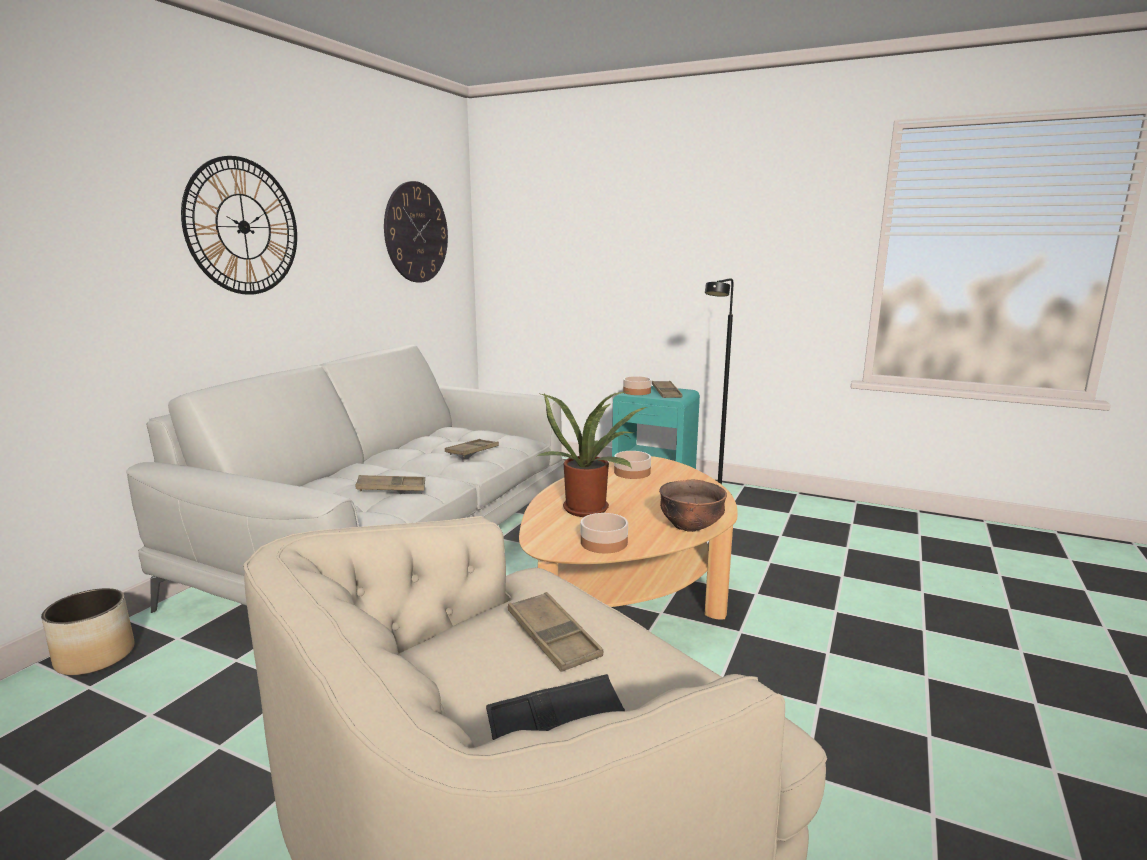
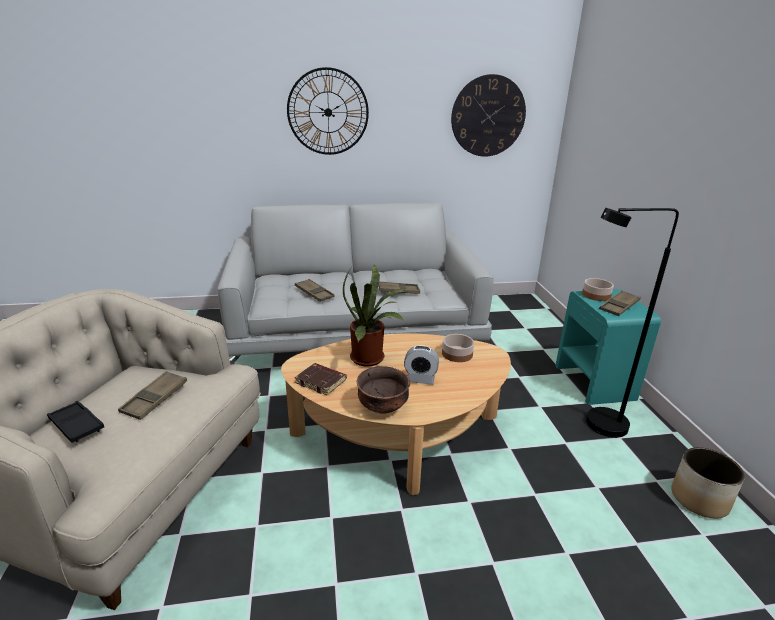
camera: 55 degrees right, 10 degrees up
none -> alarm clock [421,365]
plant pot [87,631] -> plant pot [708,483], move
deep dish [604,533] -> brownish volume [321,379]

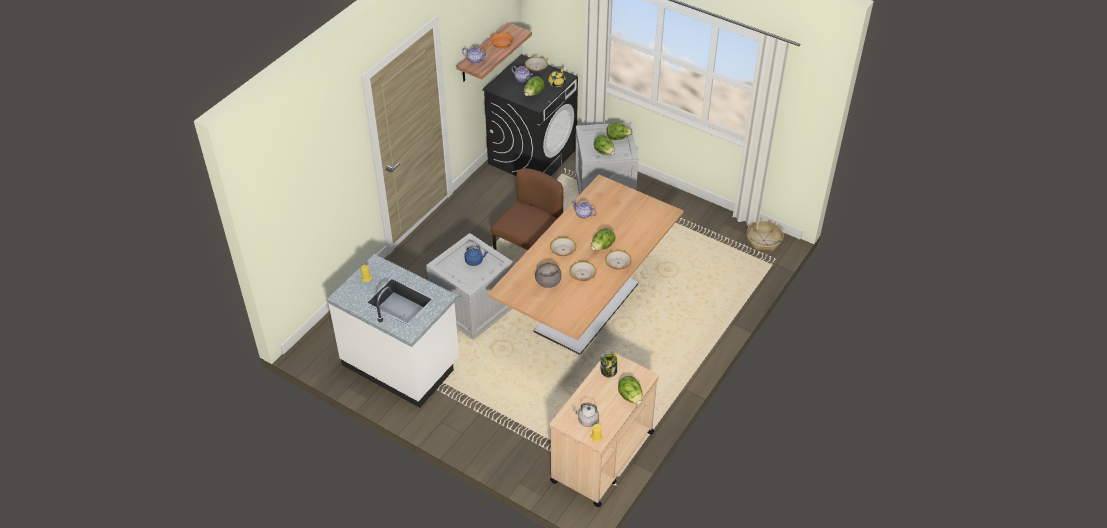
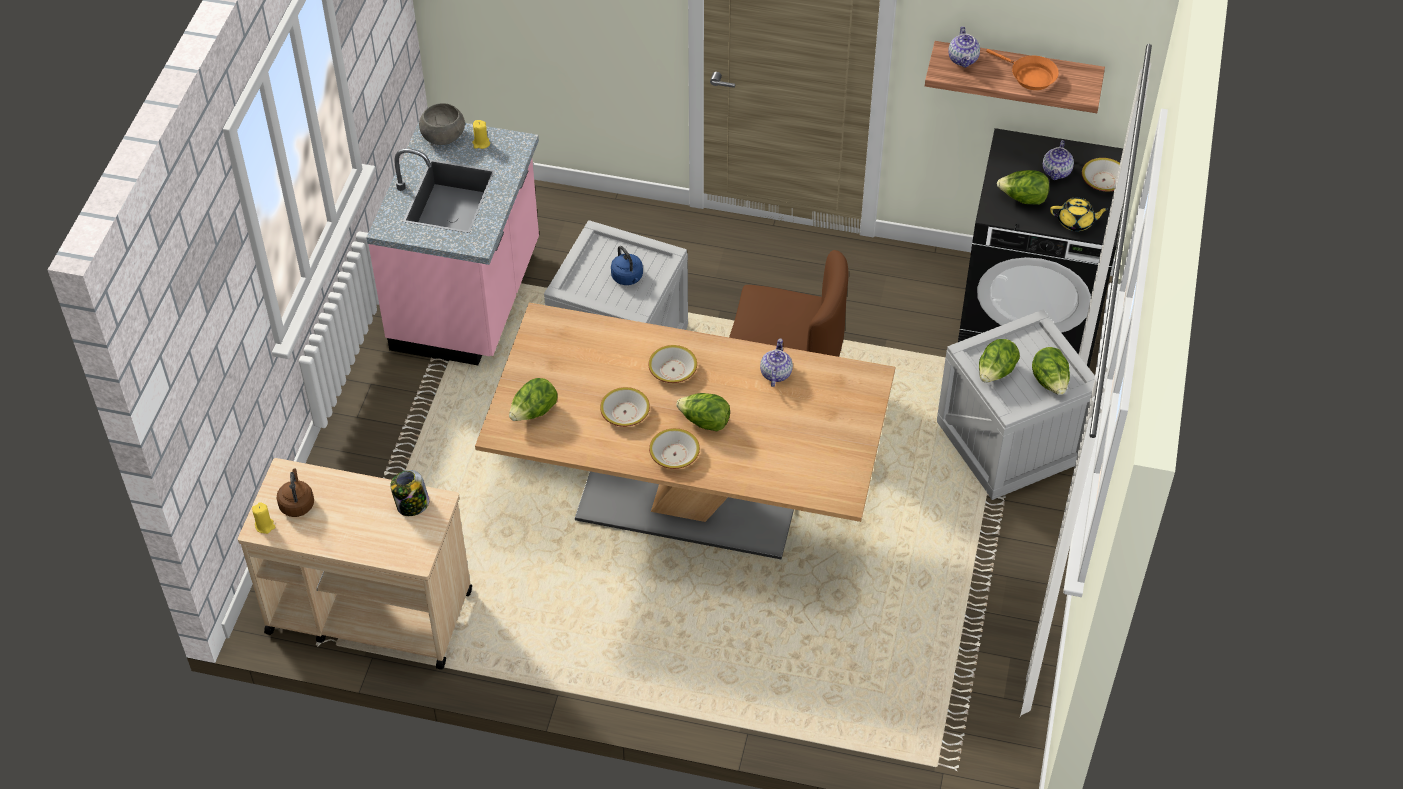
camera: 70 degrees right, 5 degrees up
basket [765,236] -> none
gray deep dish [548,275] -> gray deep dish [442,124], move
lettuce head [630,390] -> lettuce head [533,399], move
white kitchen base unit [393,331] -> pinkish kitchen base unit [452,243]
gray tea kettle [586,415] -> brownish tea kettle [295,492]

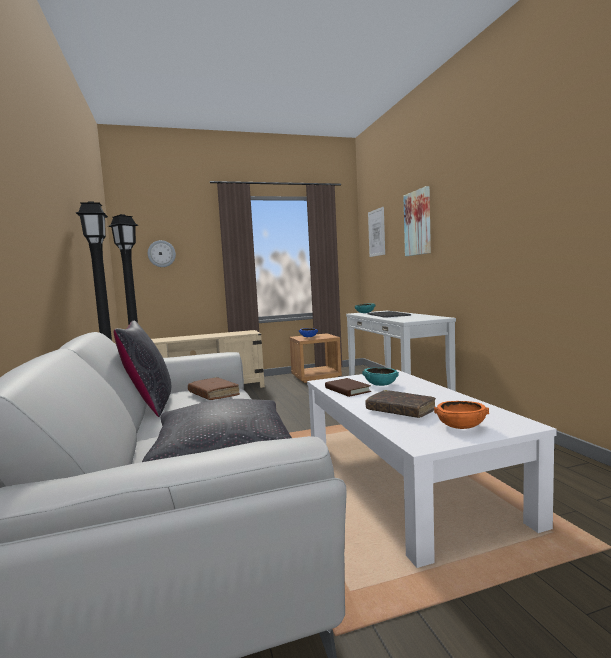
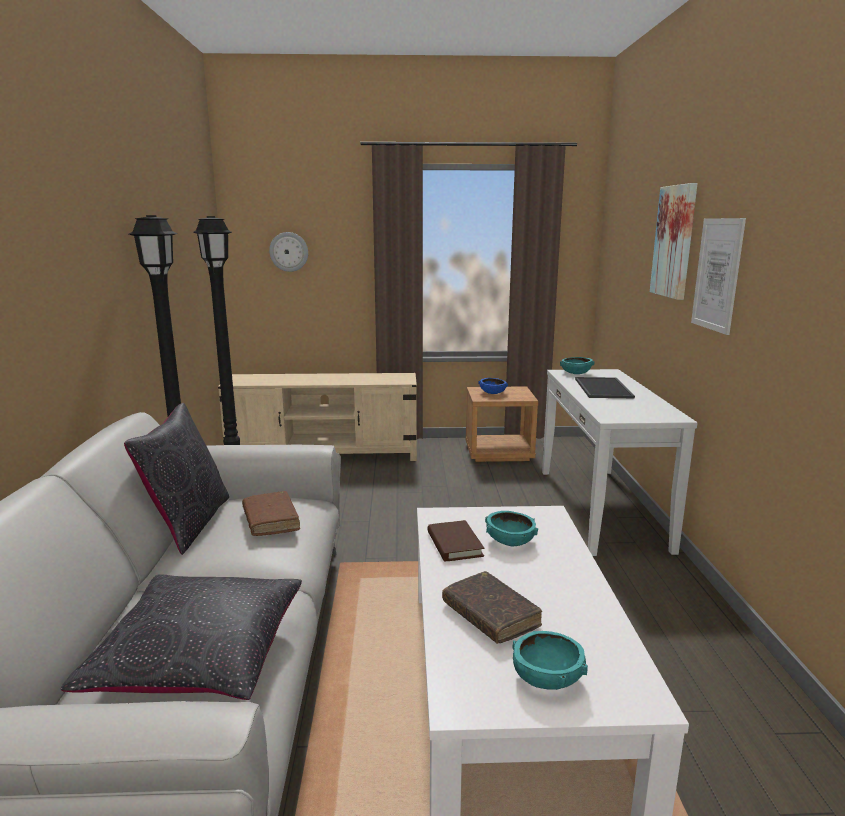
camera: 15 degrees right, 10 degrees up
wall picture [376,232] -> wall picture [718,276], move
orange-coloured deep dish [461,415] -> turquoise-coloured deep dish [550,660]

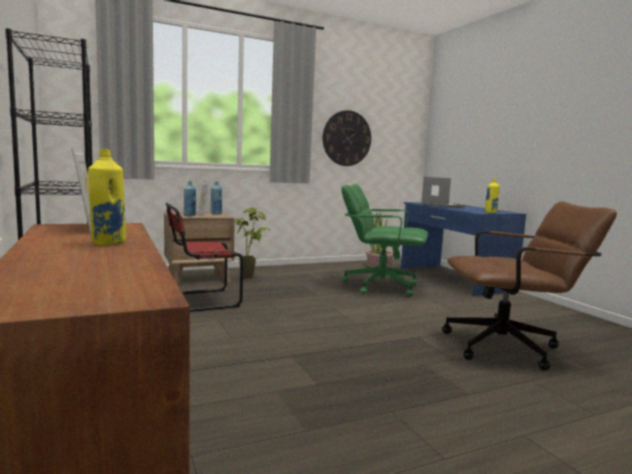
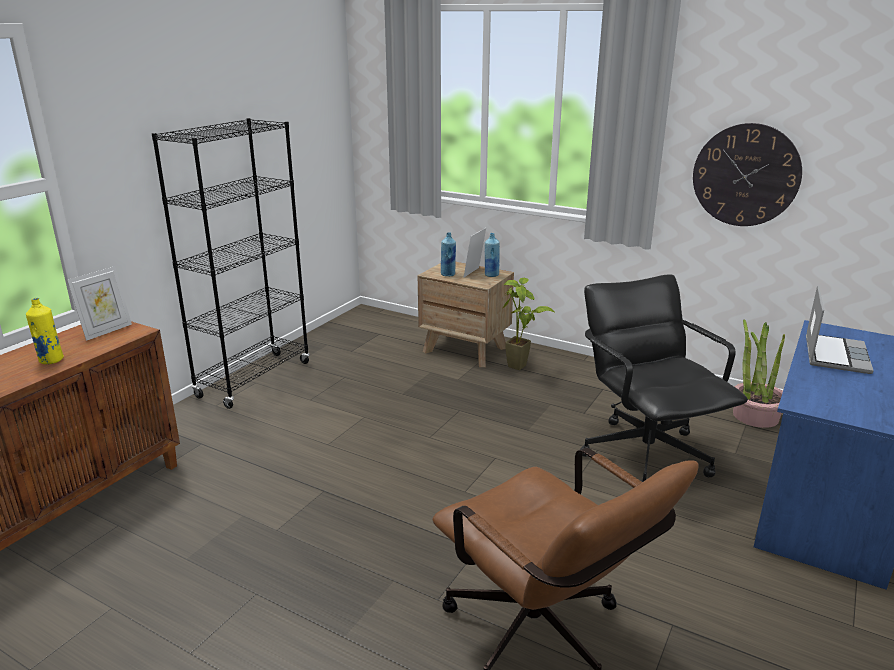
camera: 55 degrees right, 15 degrees up
reddish plain chair [204,257] -> none
yellow bottle [492,196] -> none
green office chair [384,240] -> blackish office chair [664,378]

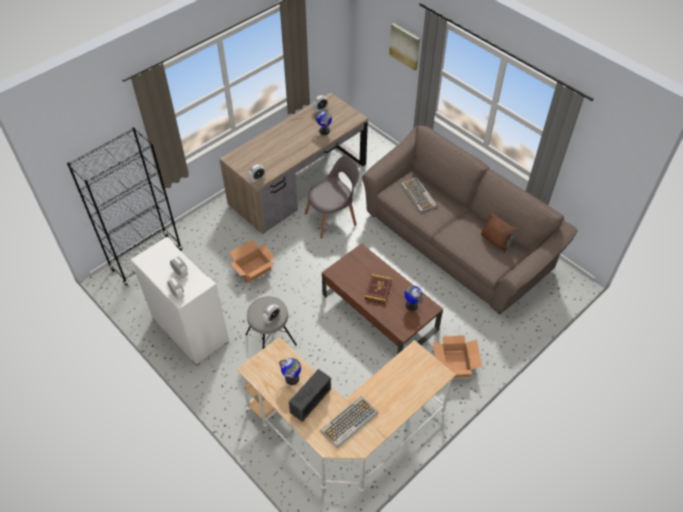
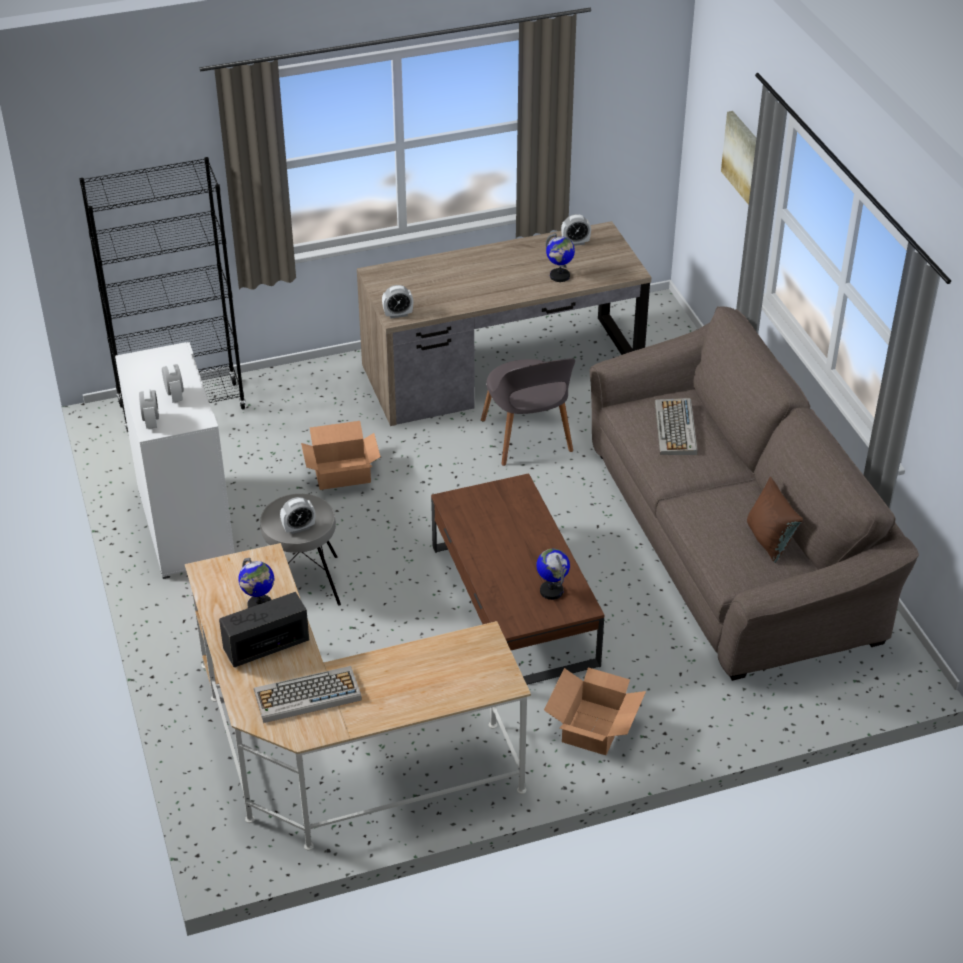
camera: 25 degrees right, 10 degrees down
volume [378,289] -> none
gray plain chair [332,197] -> gray plain chair [528,412], 75 degrees clockwise

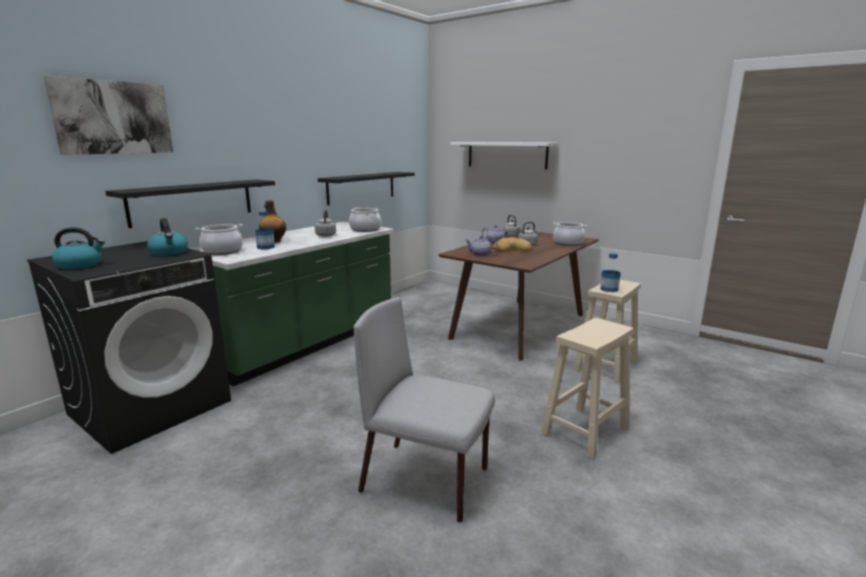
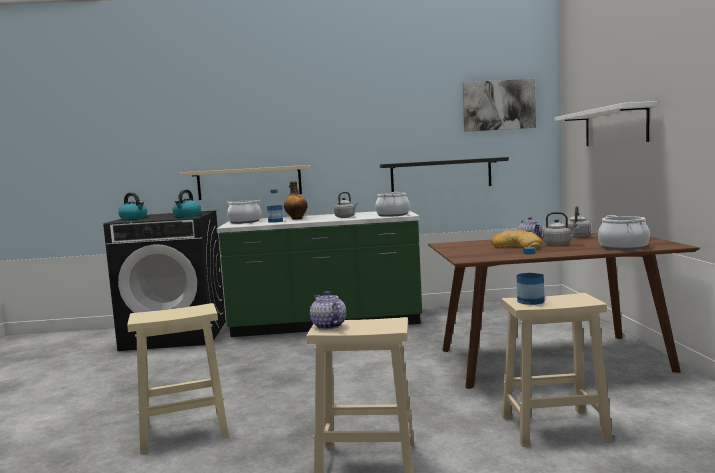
camera: 50 degrees right, 10 degrees down
wall picture [108,115] -> wall picture [499,105], move
pot for tea [481,246] -> pot for tea [328,310], move
gray plain chair [424,410] -> beige sitting stool [178,378]
blackish wall shelf [190,204] -> beige wall shelf [245,182]

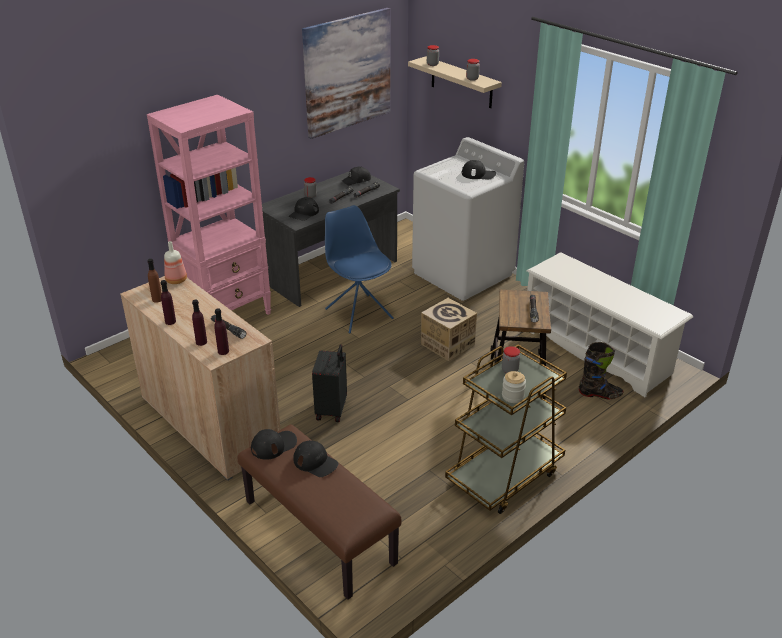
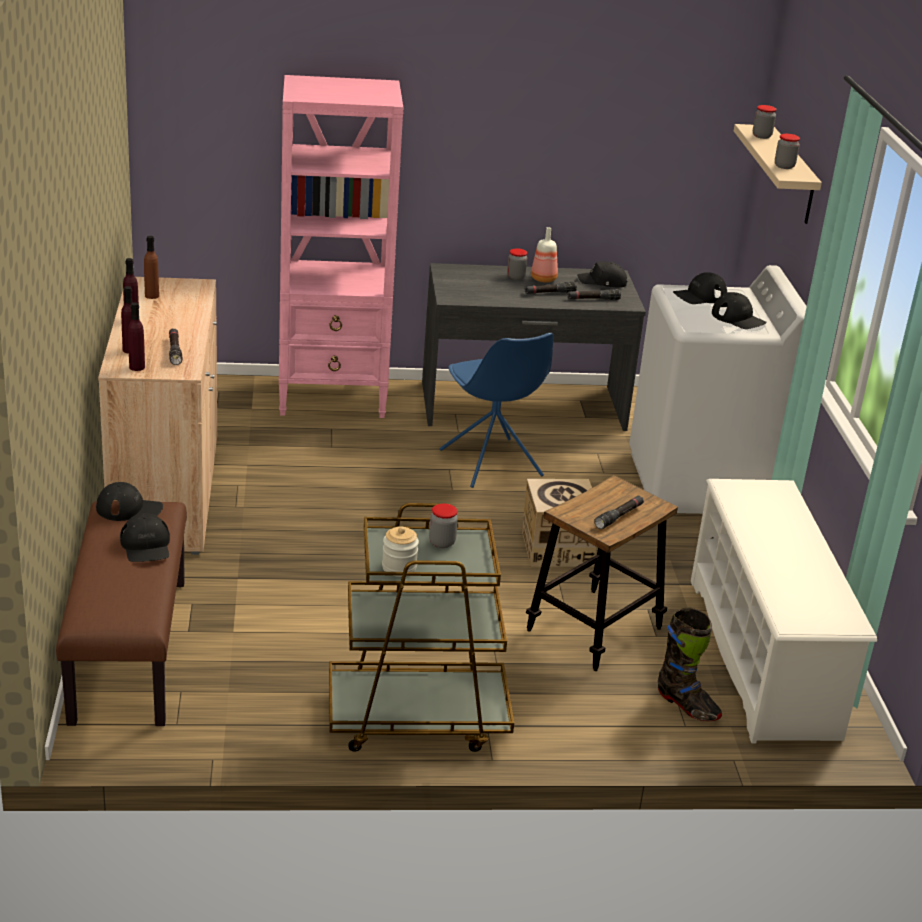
camera: 35 degrees right, 5 degrees down
wall picture [346,73] -> none
blackish piece of luggage [329,383] -> none
bottle [175,262] -> bottle [544,254], move
blackish peaked cap [304,209] -> blackish peaked cap [700,288], move
bluish plain chair [359,269] -> bluish plain chair [496,410], 150 degrees clockwise

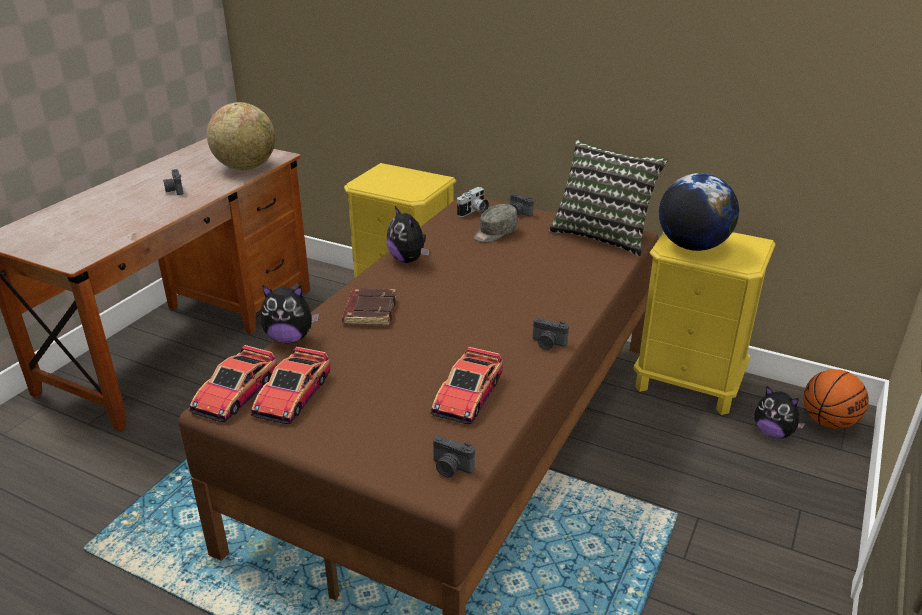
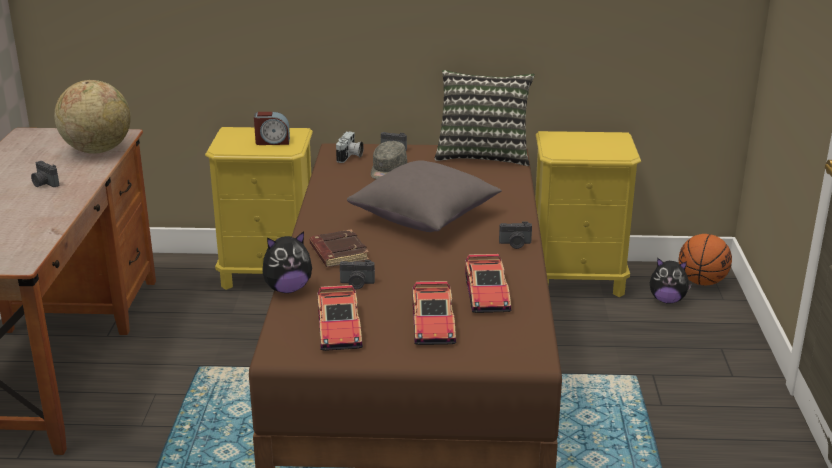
camera: 25 degrees left, 5 degrees down
cuddly toy [408,234] -> none
desk globe [699,212] -> none
none -> alarm clock [272,128]
none -> gray pillow [424,196]
model car [233,383] -> model car [434,313], move
still camera [454,456] -> still camera [357,274], move

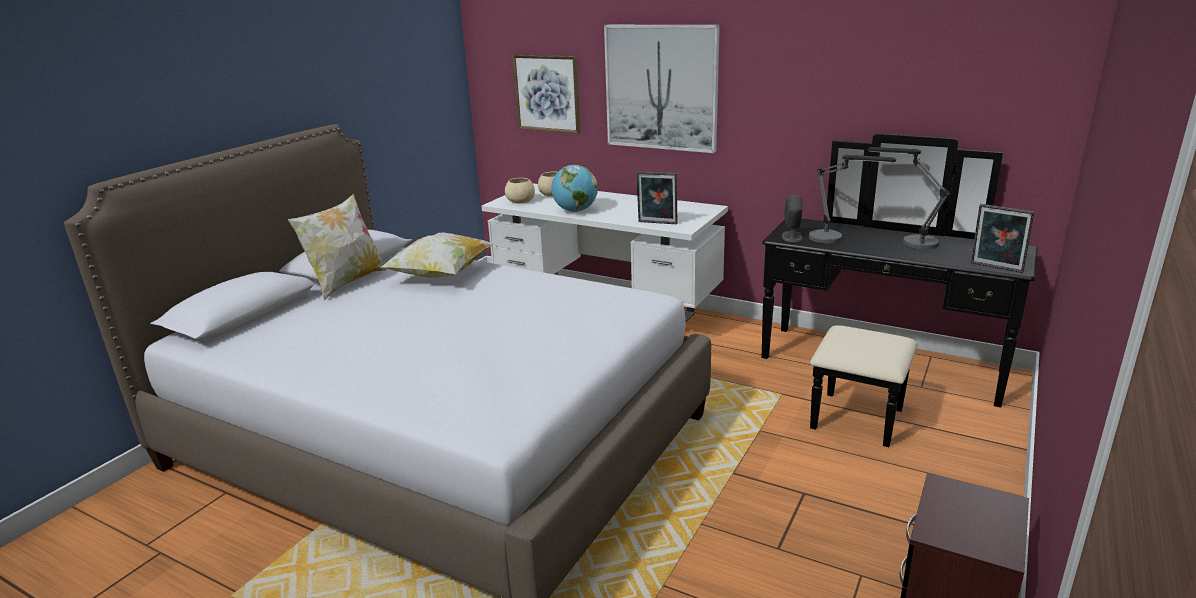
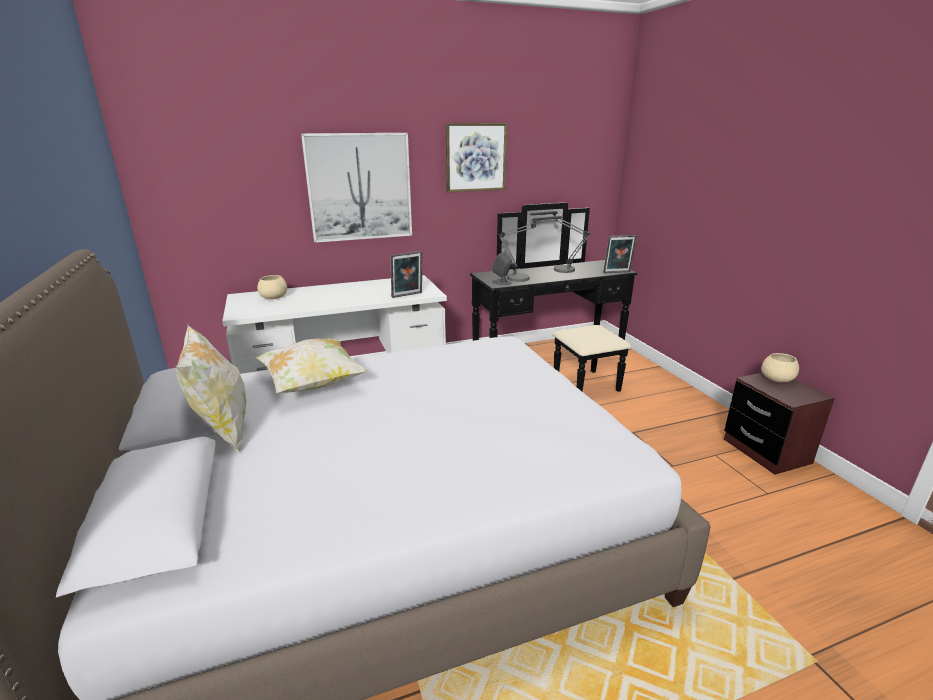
camera: 50 degrees left, 0 degrees up
desk globe [574,188] -> none
beige deep dish [520,190] -> beige deep dish [780,367], move
wall picture [546,94] -> wall picture [476,157], move

